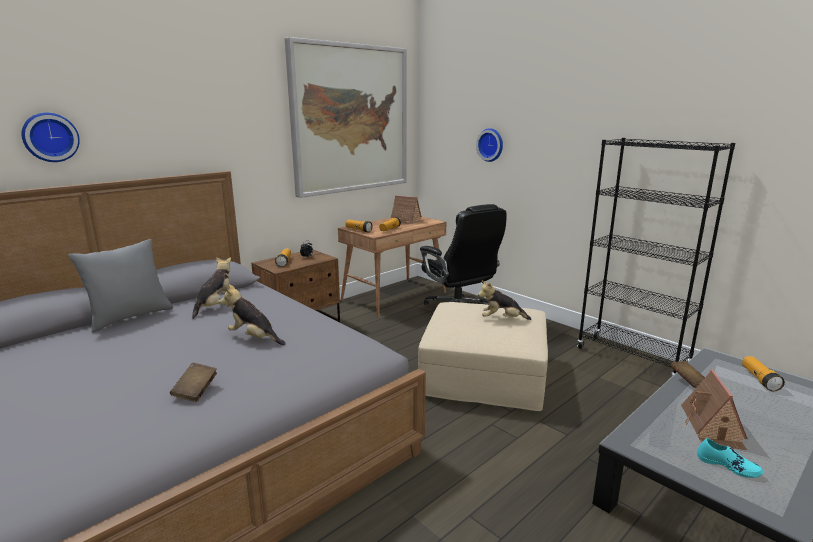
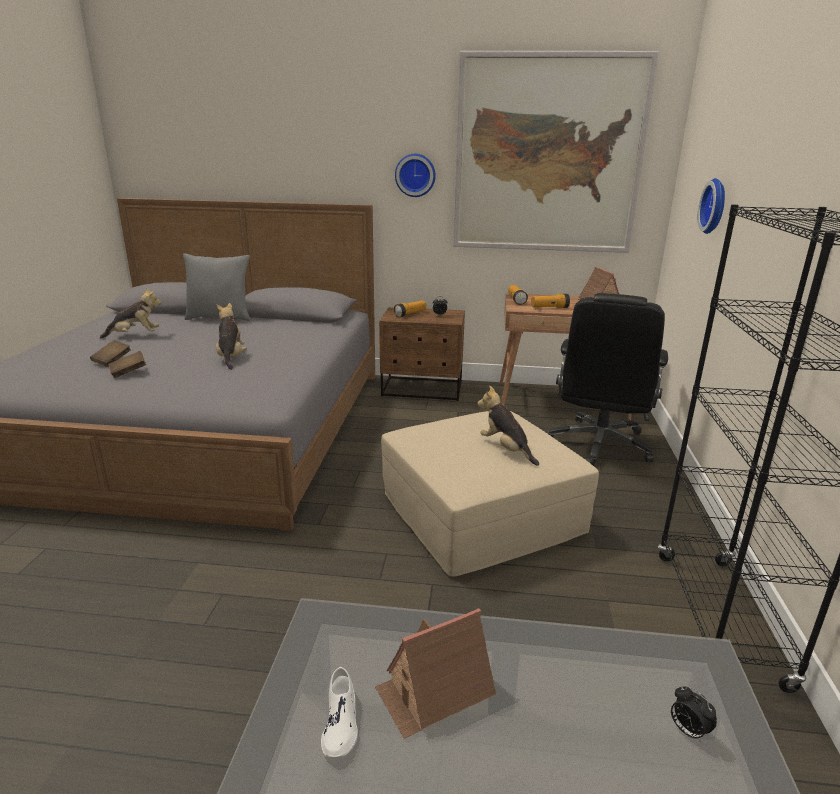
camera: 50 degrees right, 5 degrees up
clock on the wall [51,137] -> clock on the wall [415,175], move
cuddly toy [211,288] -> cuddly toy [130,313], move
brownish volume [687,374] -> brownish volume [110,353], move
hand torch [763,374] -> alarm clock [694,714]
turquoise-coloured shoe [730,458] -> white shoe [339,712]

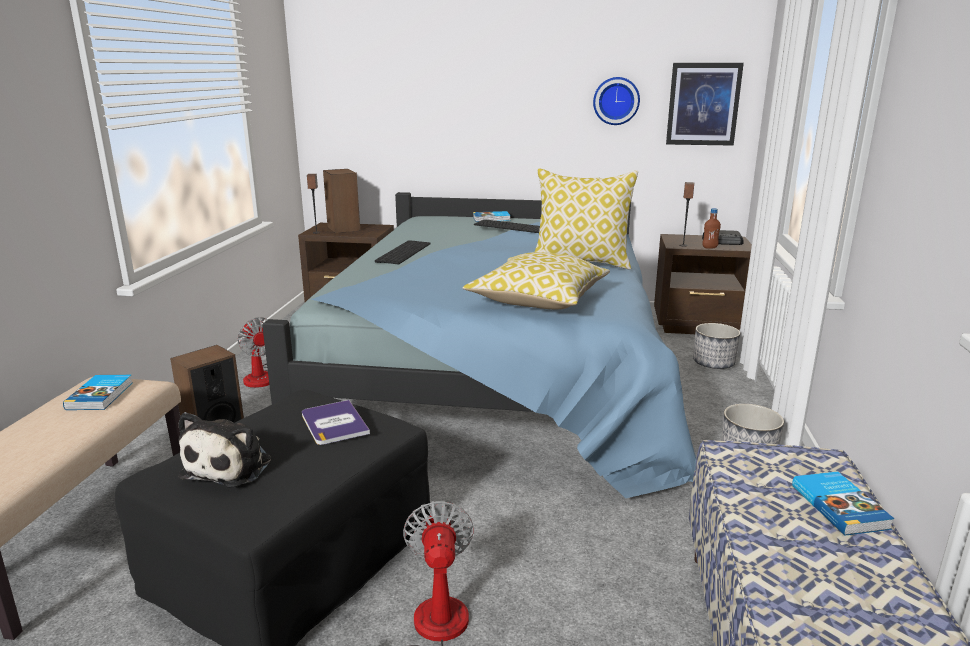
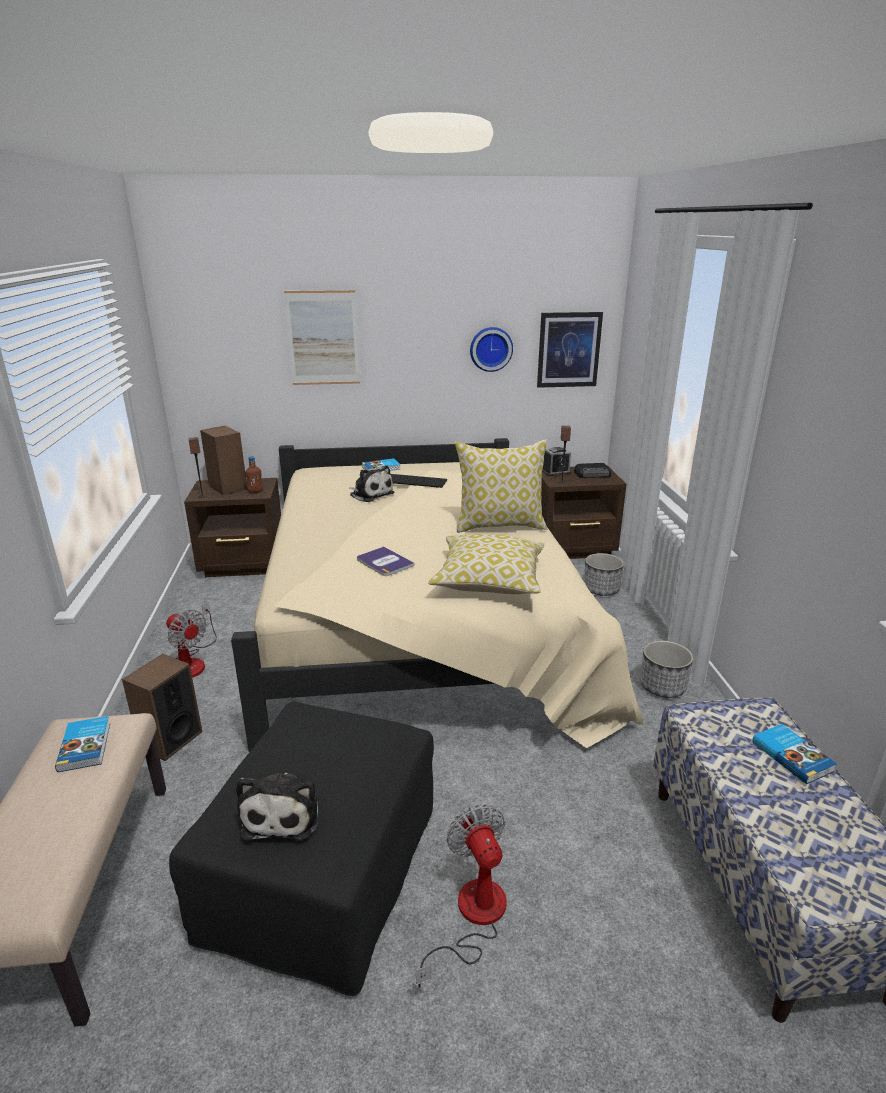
camera: 15 degrees left, 5 degrees up
computer keyboard [403,252] -> none
none -> wall picture [322,337]
none -> cuddly toy [371,484]
none -> alarm clock [556,461]
volume [336,422] -> volume [386,561], move
brownish bottle [711,228] -> brownish bottle [254,474], move
bluish bedroom bed [479,345] -> beige bedroom bed [437,595]

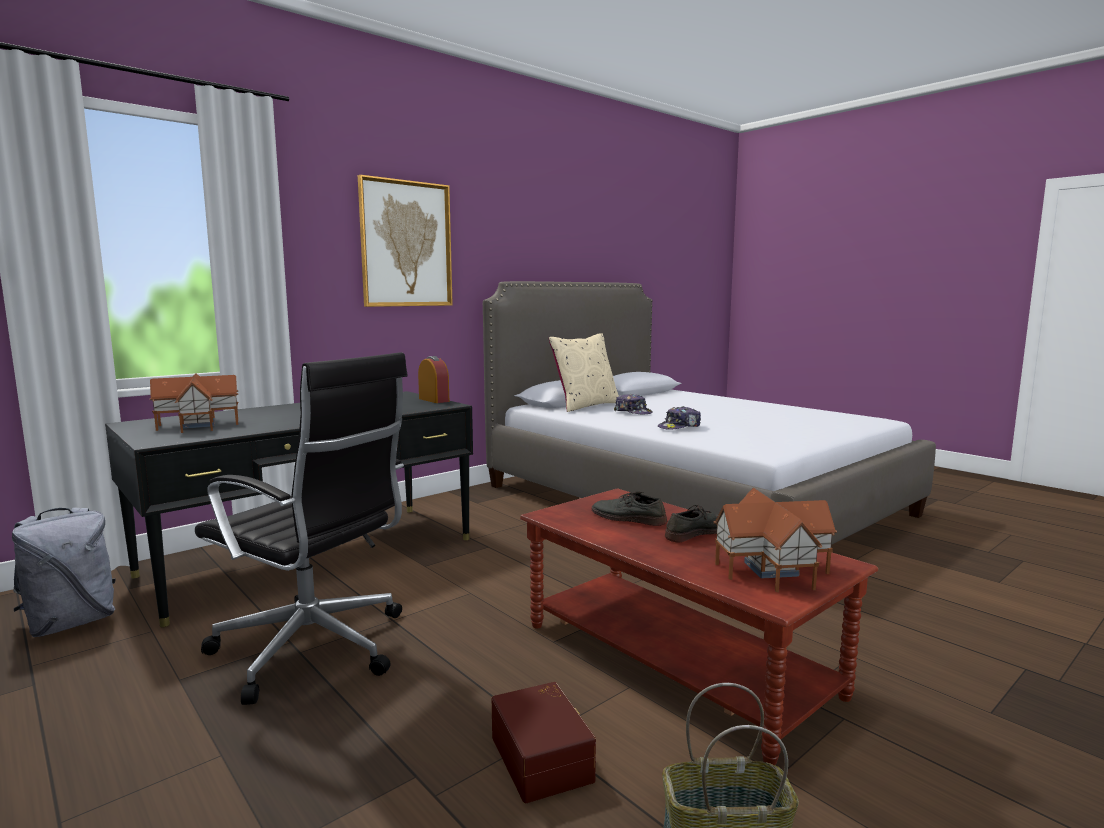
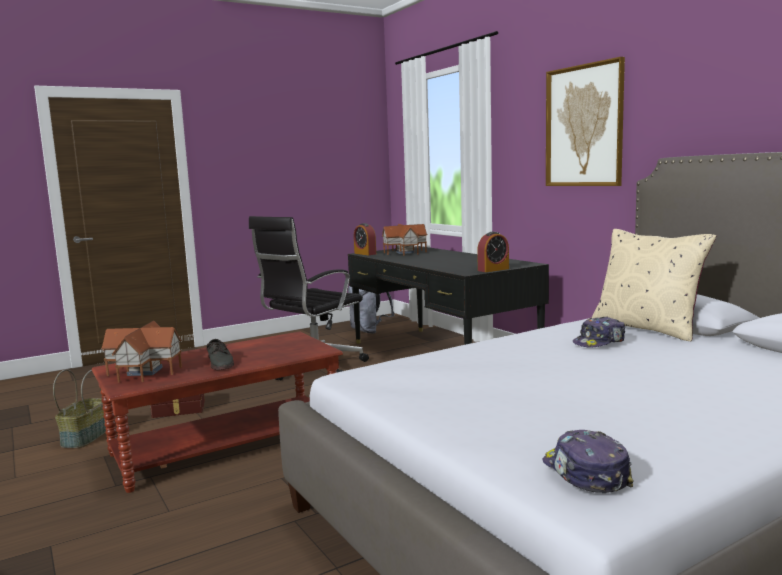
camera: 100 degrees right, 0 degrees up
gray shoe [629,508] -> none
none -> alarm clock [365,239]
peaked cap [679,418] -> peaked cap [588,461], move

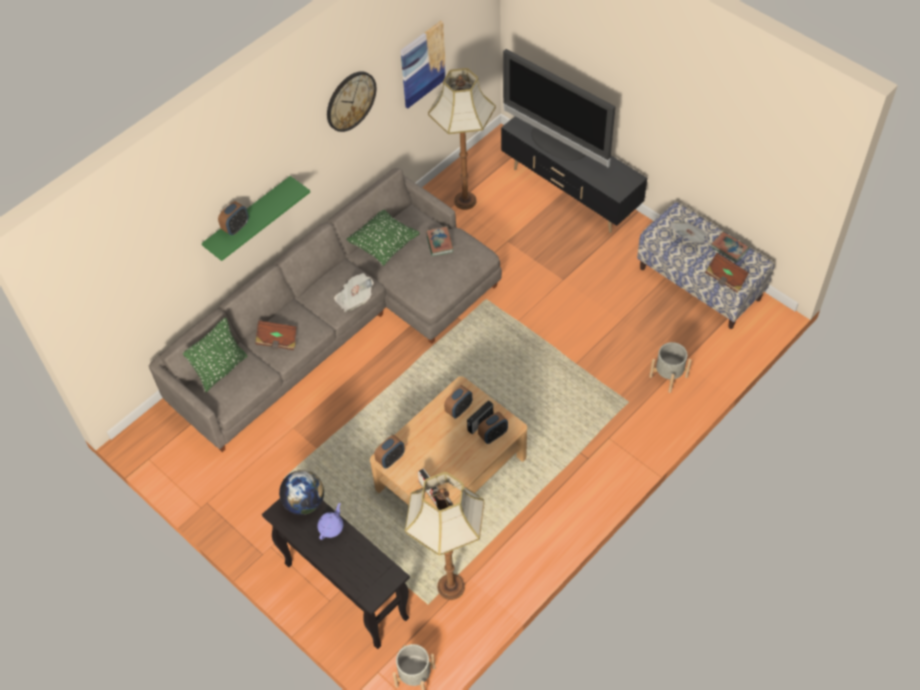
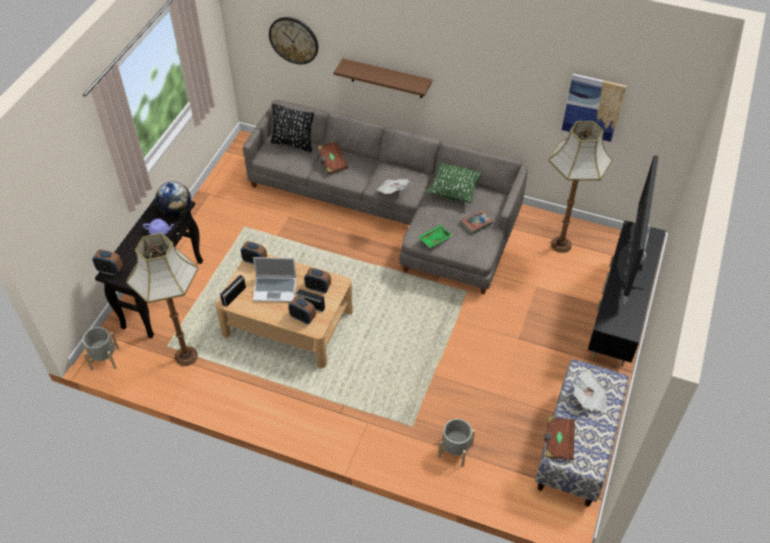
camera: 65 degrees right, 5 degrees down
volume [730,247] -> none
none -> portable computer [275,279]
none -> green serving tray [435,236]
alarm clock [233,218] -> alarm clock [107,262], move
clock on the wall [351,101] -> clock on the wall [293,40], move
green pillow [215,354] -> blackish pillow [292,128]
green wall shelf [256,218] -> brownish wall shelf [383,78]

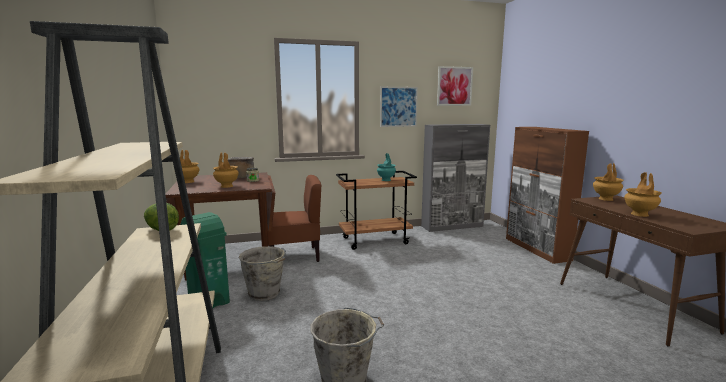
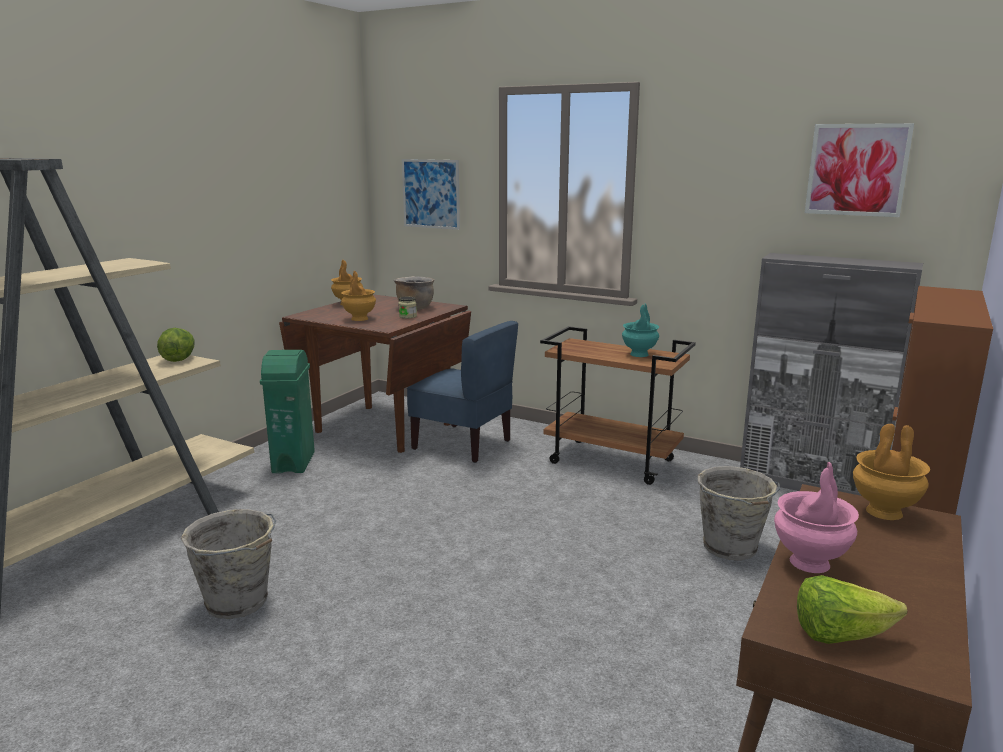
camera: 45 degrees right, 5 degrees up
none -> lettuce head [852,609]
gray water bucket [262,273] -> gray water bucket [739,513], move
wall picture [399,107] -> wall picture [431,194], move
brownish plain chair [294,218] -> bluish plain chair [462,392]
brownish decorative vase [643,194] -> pinkish decorative vase [816,517]

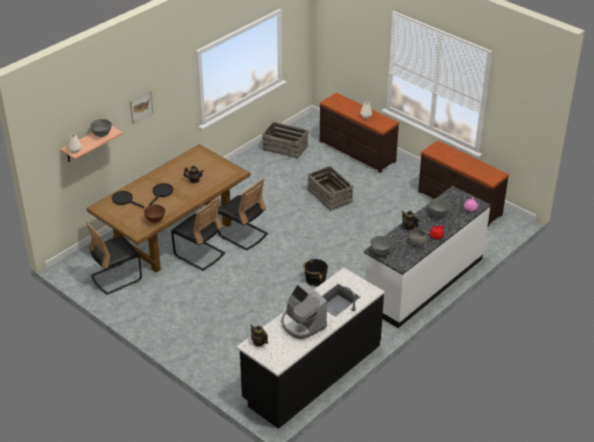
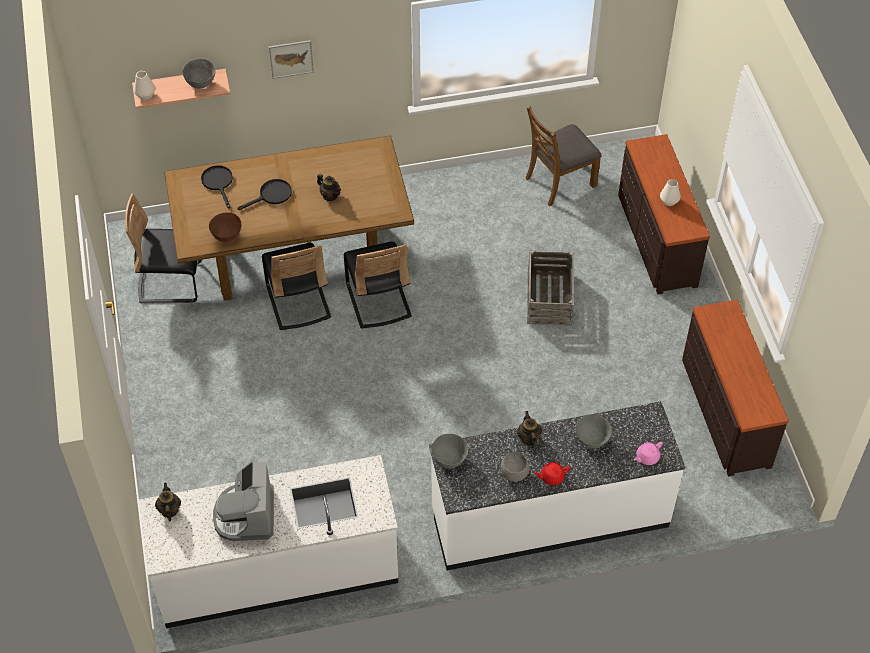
camera: 35 degrees right, 15 degrees up
blackish water bucket [315,272] -> none
crate [285,140] -> brownish plain chair [563,155]
blackish kitchen base unit [310,348] -> white kitchen base unit [268,541]

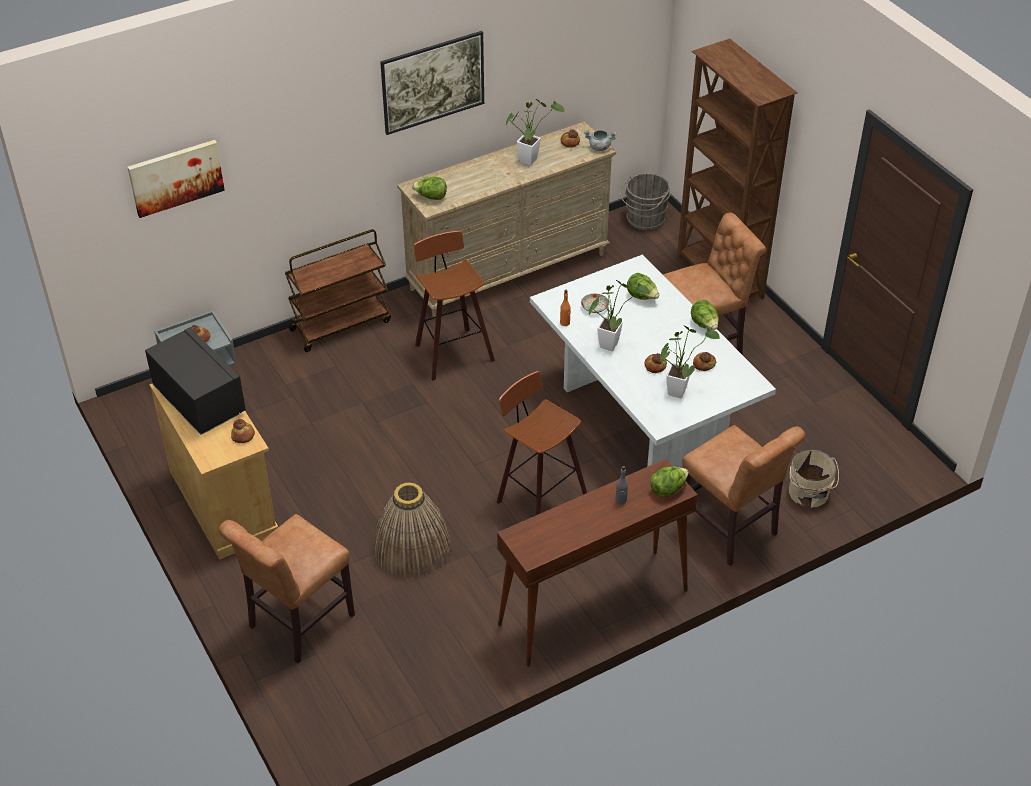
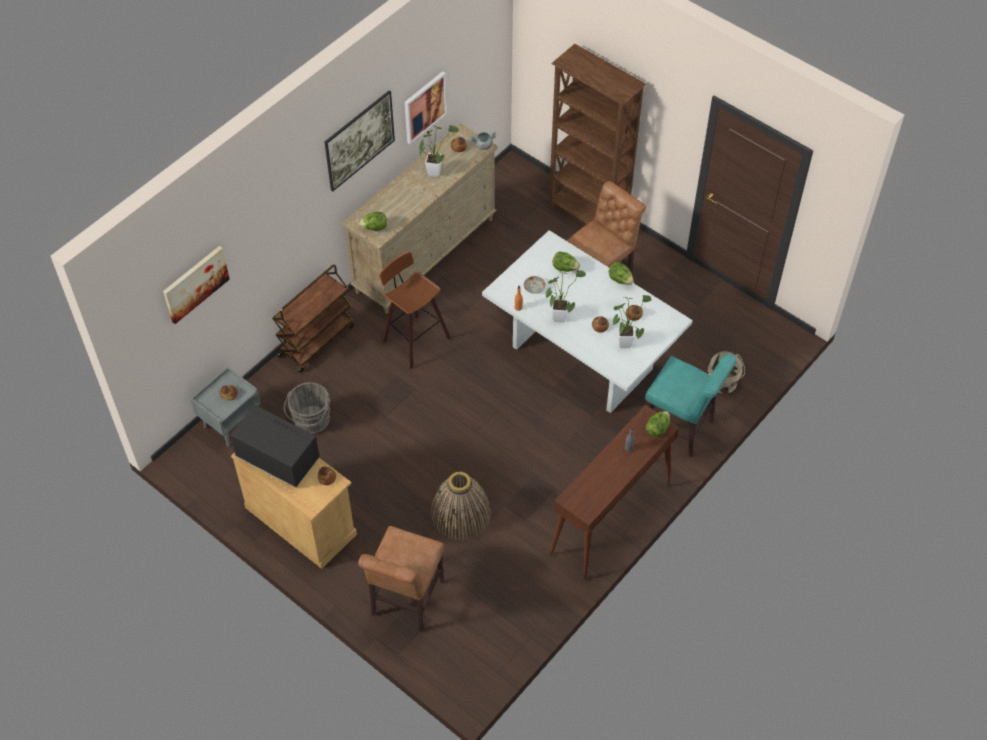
camera: 20 degrees left, 10 degrees up
sitting stool [542,443] -> none
none -> wall picture [426,108]
gray water bucket [645,201] -> gray water bucket [307,408], move
brownish plain chair [744,495] -> turquoise-coloured plain chair [691,406]

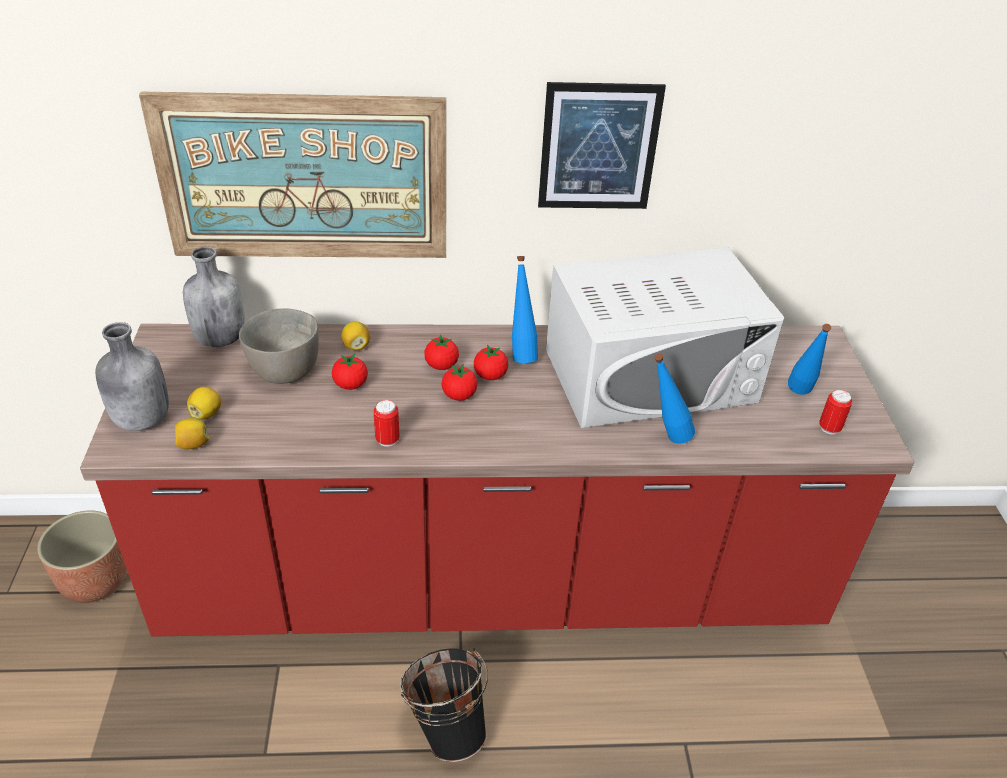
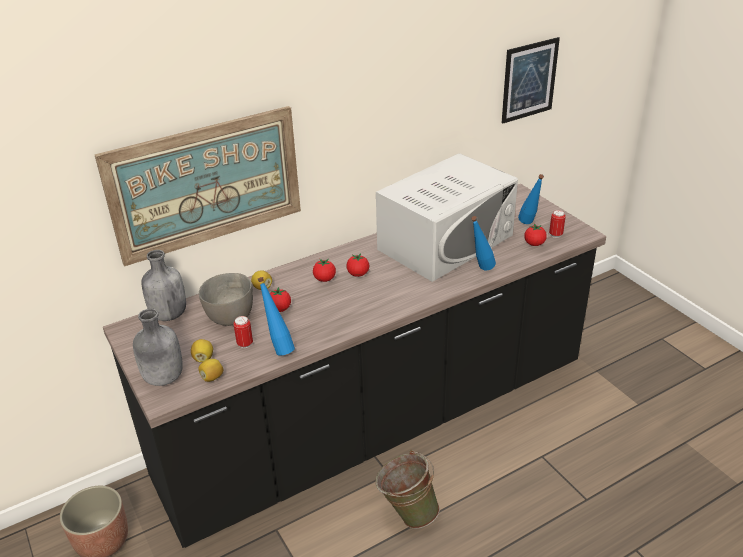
camera: 25 degrees left, 5 degrees down
can [386,423] -> can [243,332], move
tomato [459,382] -> tomato [535,235], move
bluish bottle [525,309] -> bluish bottle [276,316], move
wall picture [602,145] -> wall picture [531,80], move
reddish kitchen base unit [497,480] -> blackish kitchen base unit [354,366]
blackish water bucket [444,705] -> green water bucket [407,489]

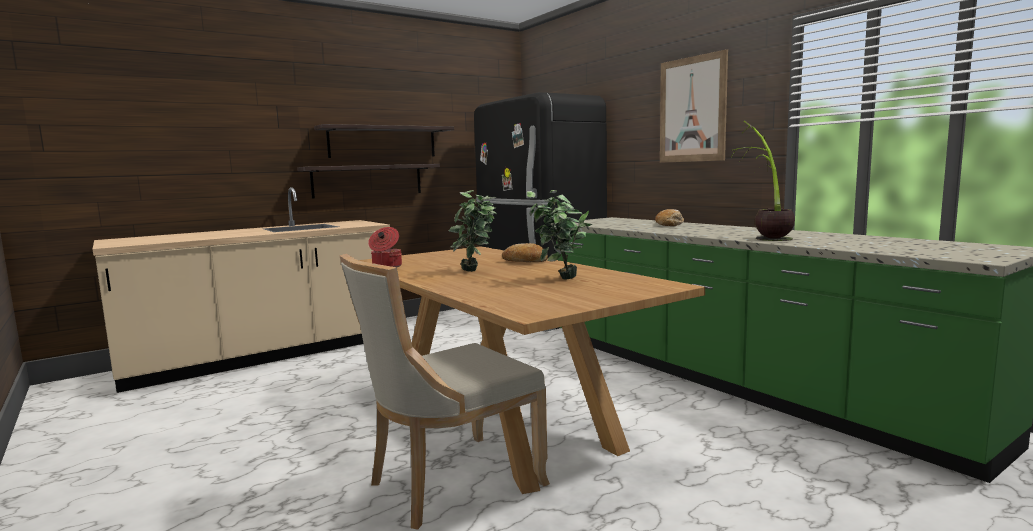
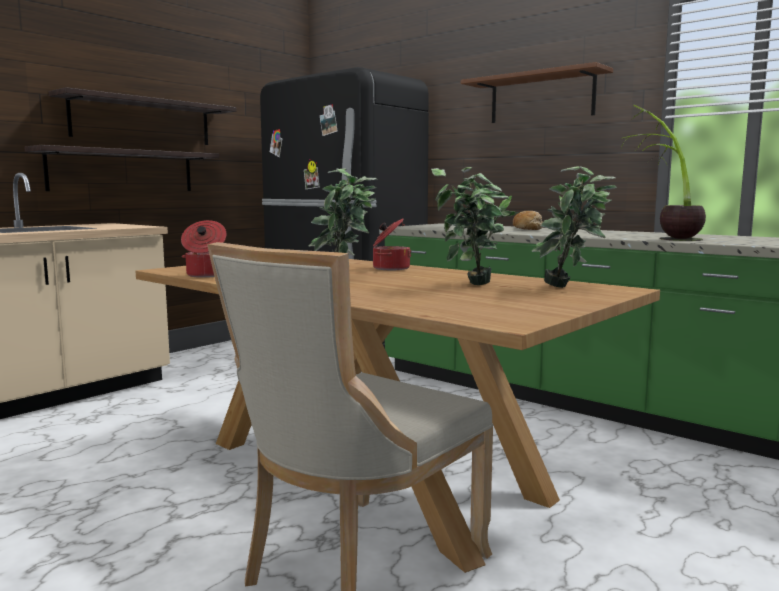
camera: 15 degrees left, 0 degrees up
none -> plant in a pot [574,227]
baked bread [525,252] -> cooking pot [392,244]
wall picture [694,106] -> brownish wall shelf [537,92]

